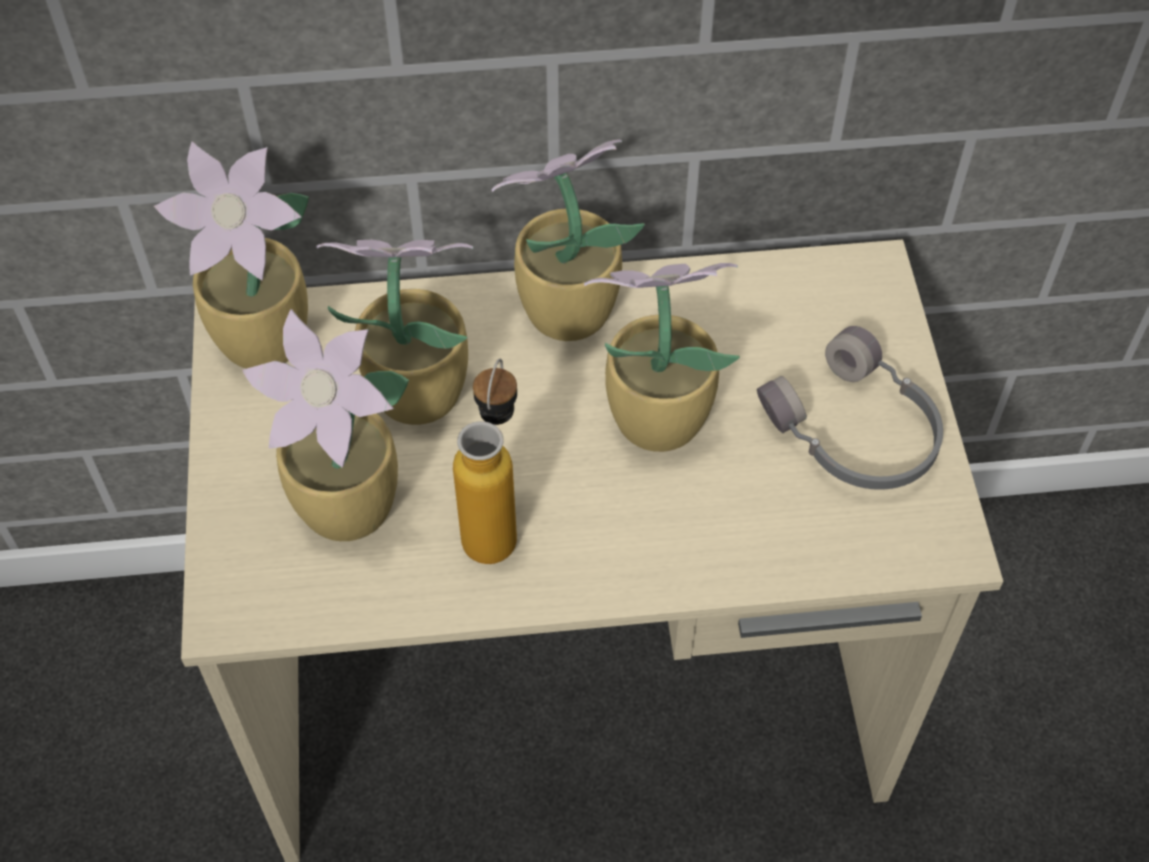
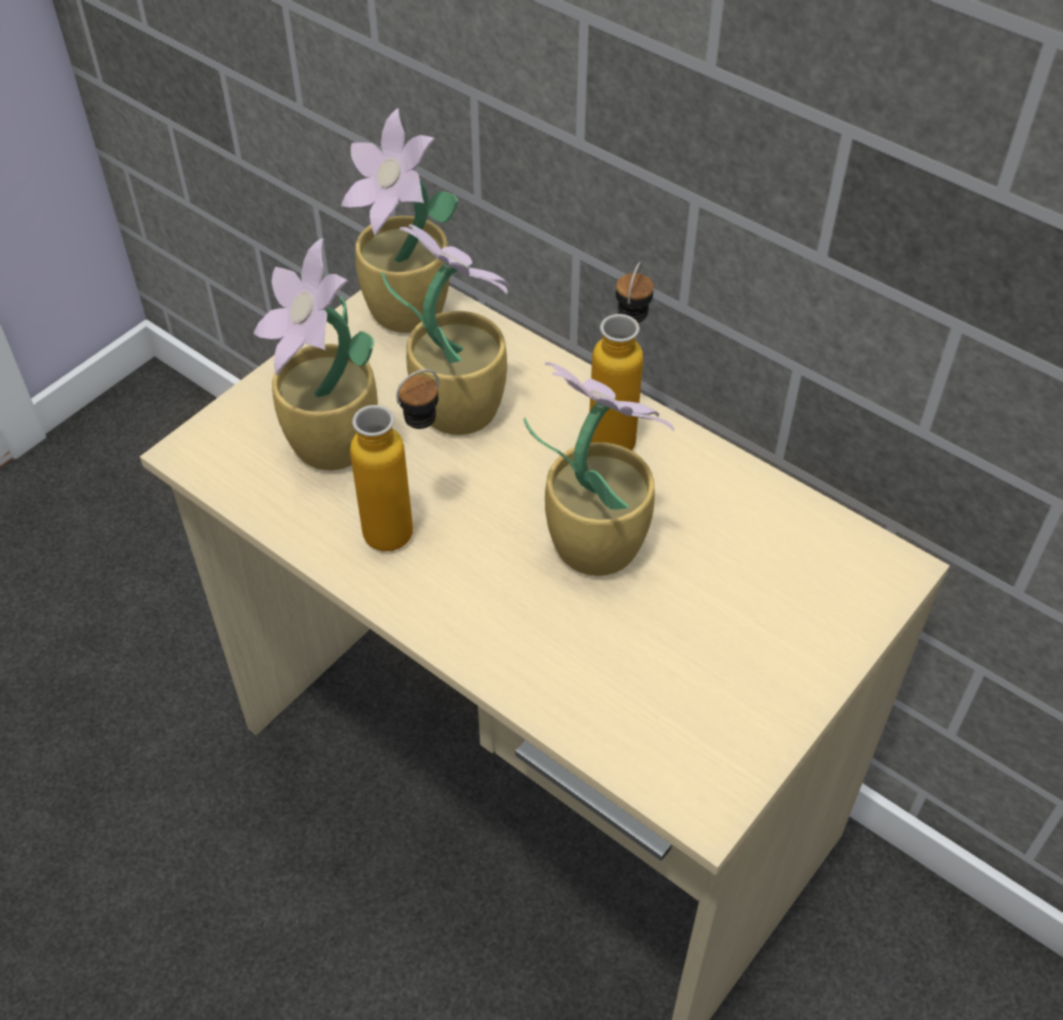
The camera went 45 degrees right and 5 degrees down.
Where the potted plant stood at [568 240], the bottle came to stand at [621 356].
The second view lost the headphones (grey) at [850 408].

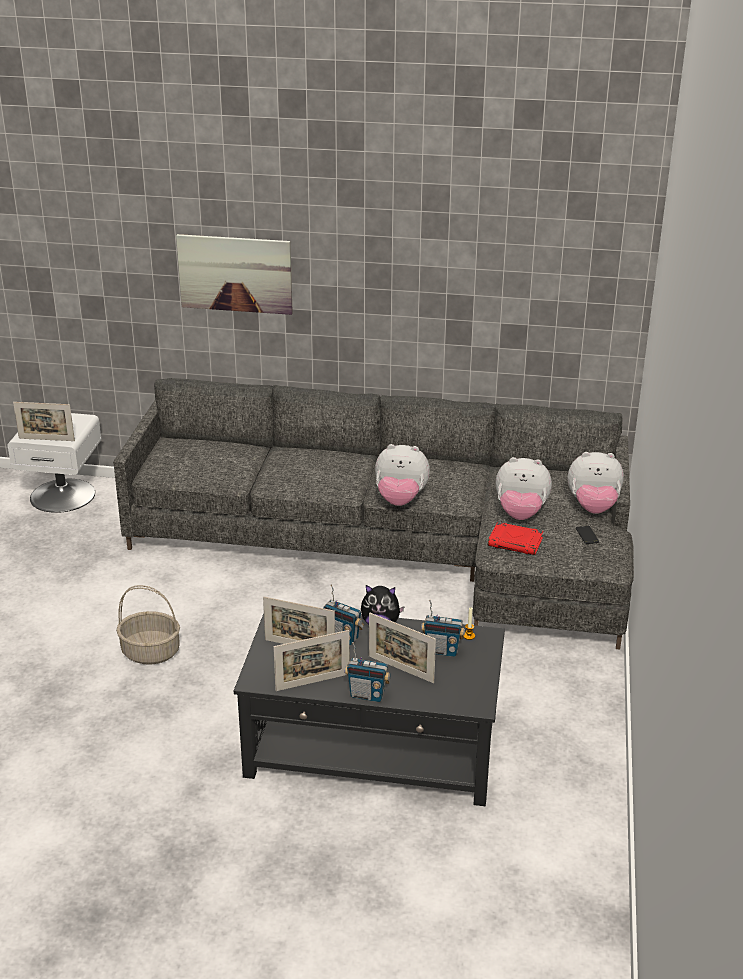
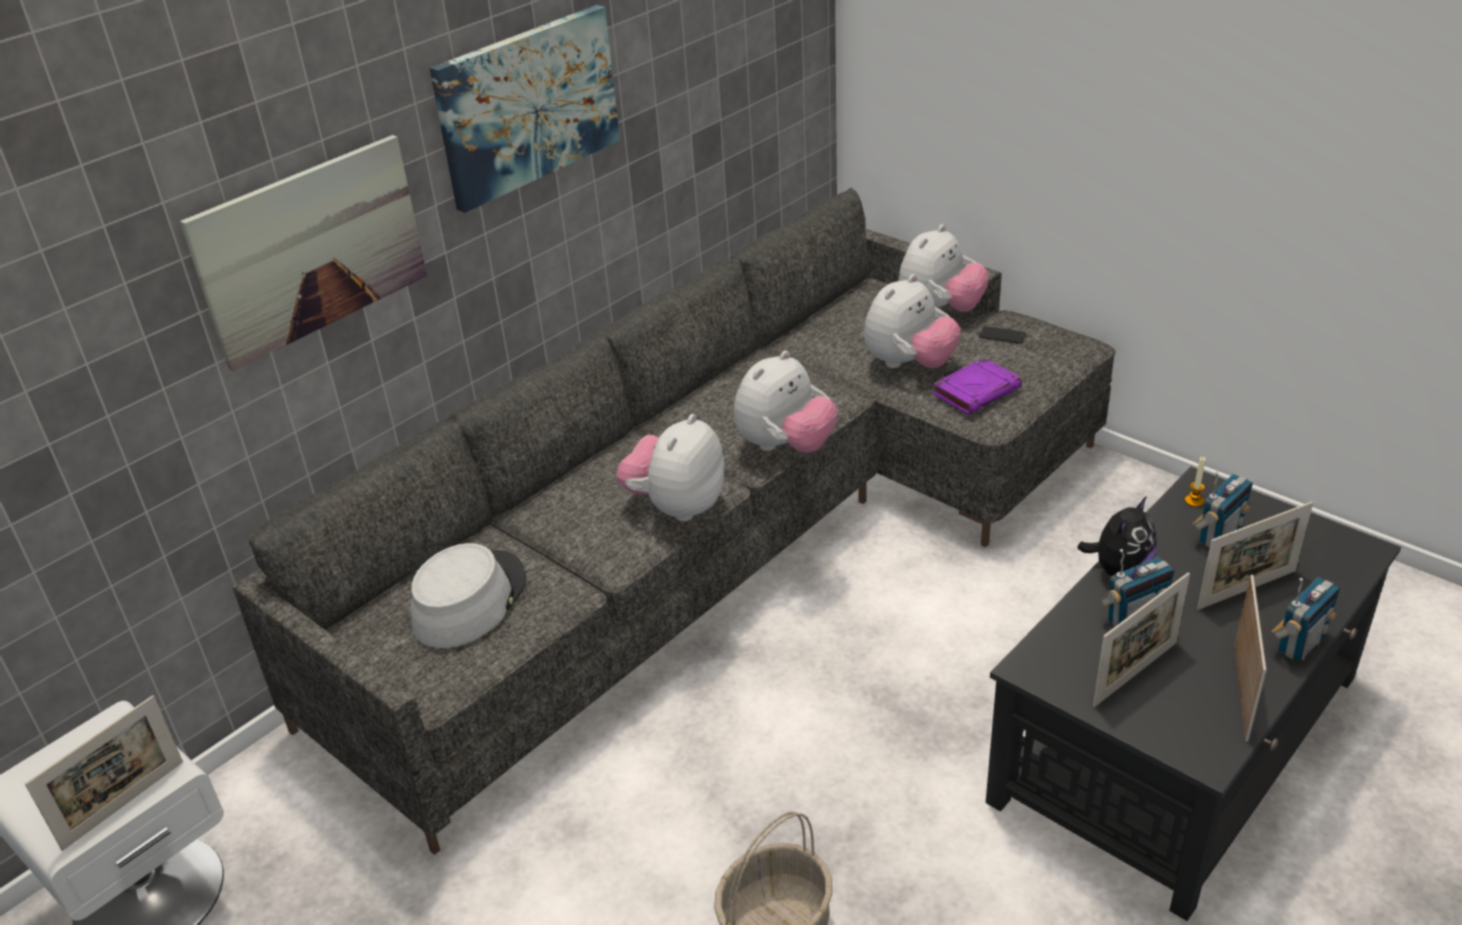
The camera went 55 degrees left and 5 degrees up.
The second view gained the hat (grey) at [468 595].
The second view gained the picture at [525 109].
The second view gained the plush toy at [670 468].
What was the book (red) at [515 538] turned into the book (purple) at [977 386].

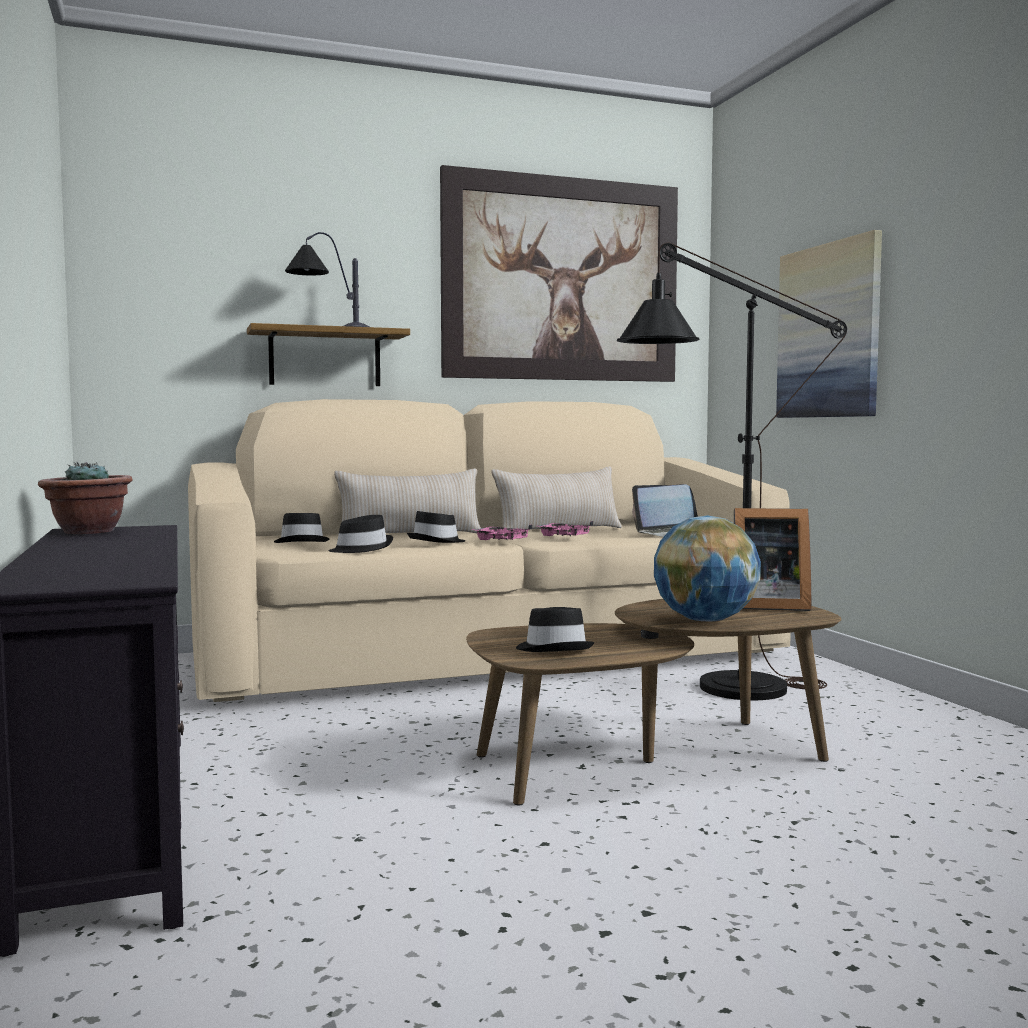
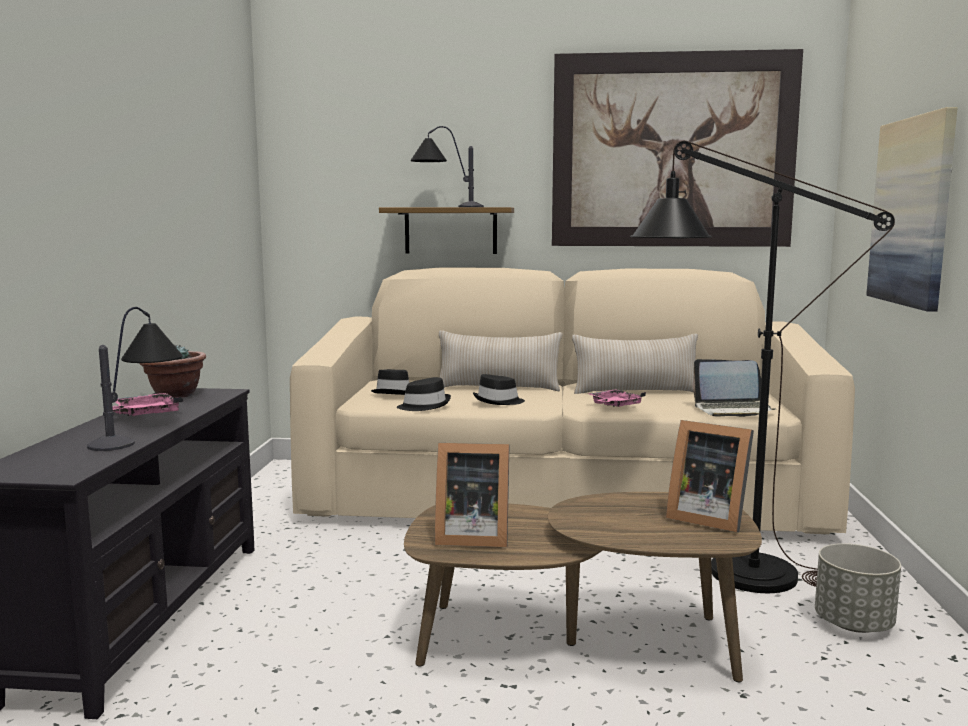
The camera went 25 degrees right and 5 degrees up.
The second view gained the table lamp at [134 379].
The tray (pink) ended up elsewhere, having gone from [502 532] to [147 404].
Where the hat (black) stood at [555 629], the picture frame came to stand at [472 495].
The second view gained the planter (grey) at [858 588].
The second view lost the globe at [707 568].

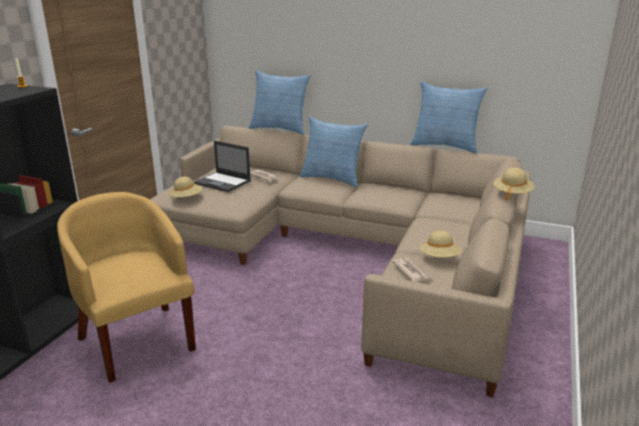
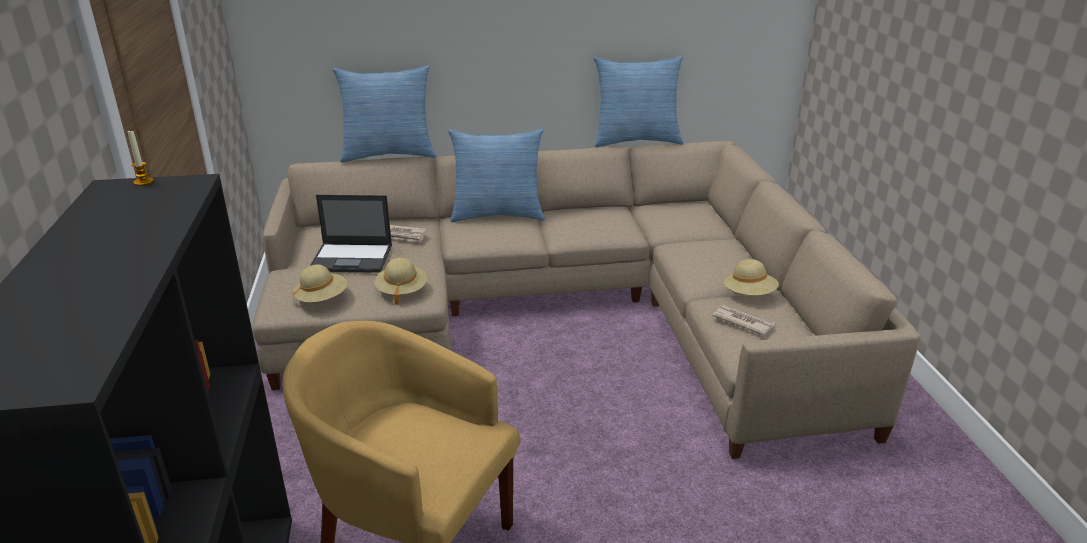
The camera went 30 degrees left and 5 degrees up.
The hat (beige) ended up elsewhere, having gone from [514 184] to [401 281].

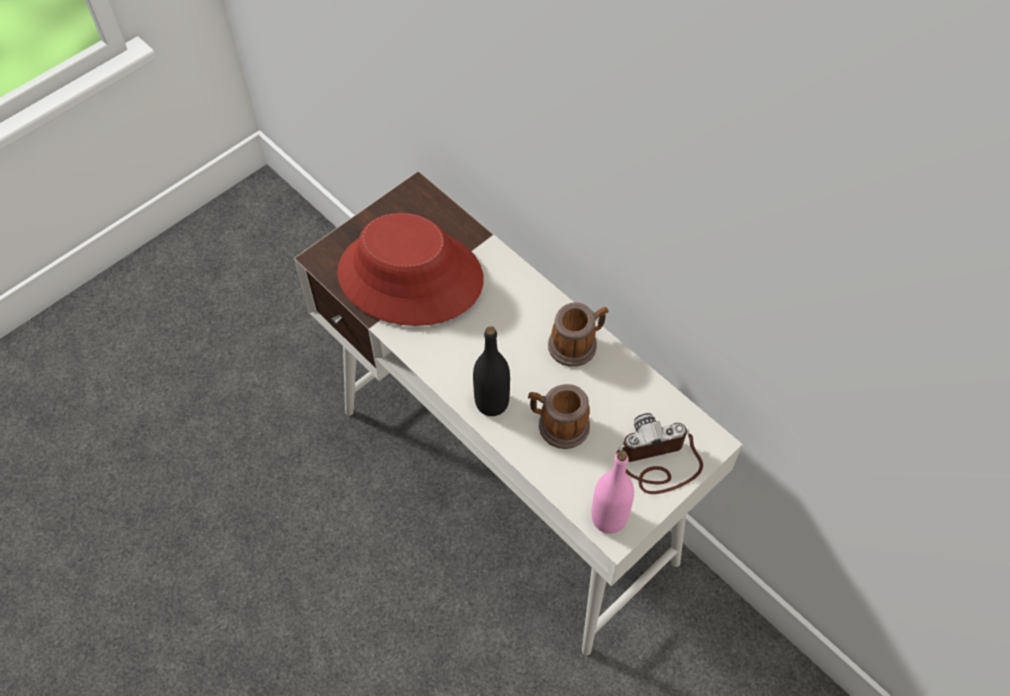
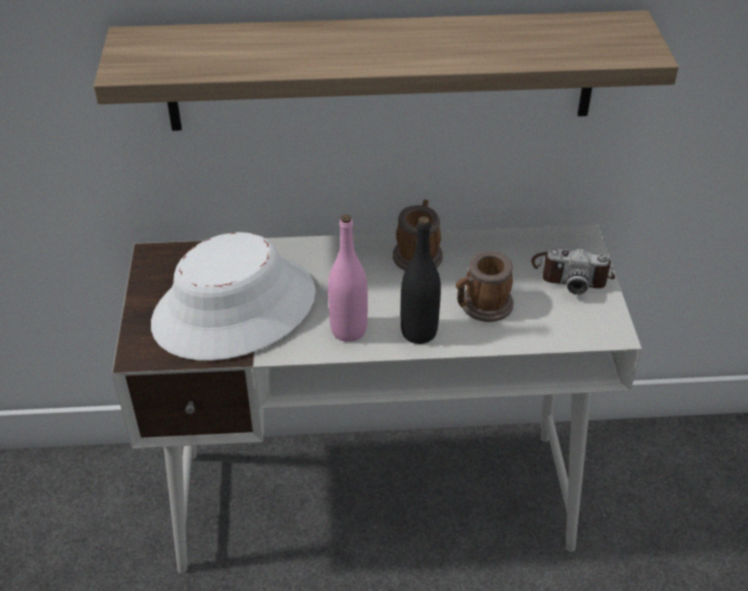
The camera went 50 degrees left and 15 degrees down.
The second view gained the shelf at [386 70].
What was the hat (red) at [410 269] turned into the hat (white) at [233 296].
The bottle (pink) ended up elsewhere, having gone from [612 492] to [348 278].
The photo camera at [659 453] ended up facing another way, 105 degrees counterclockwise from before.

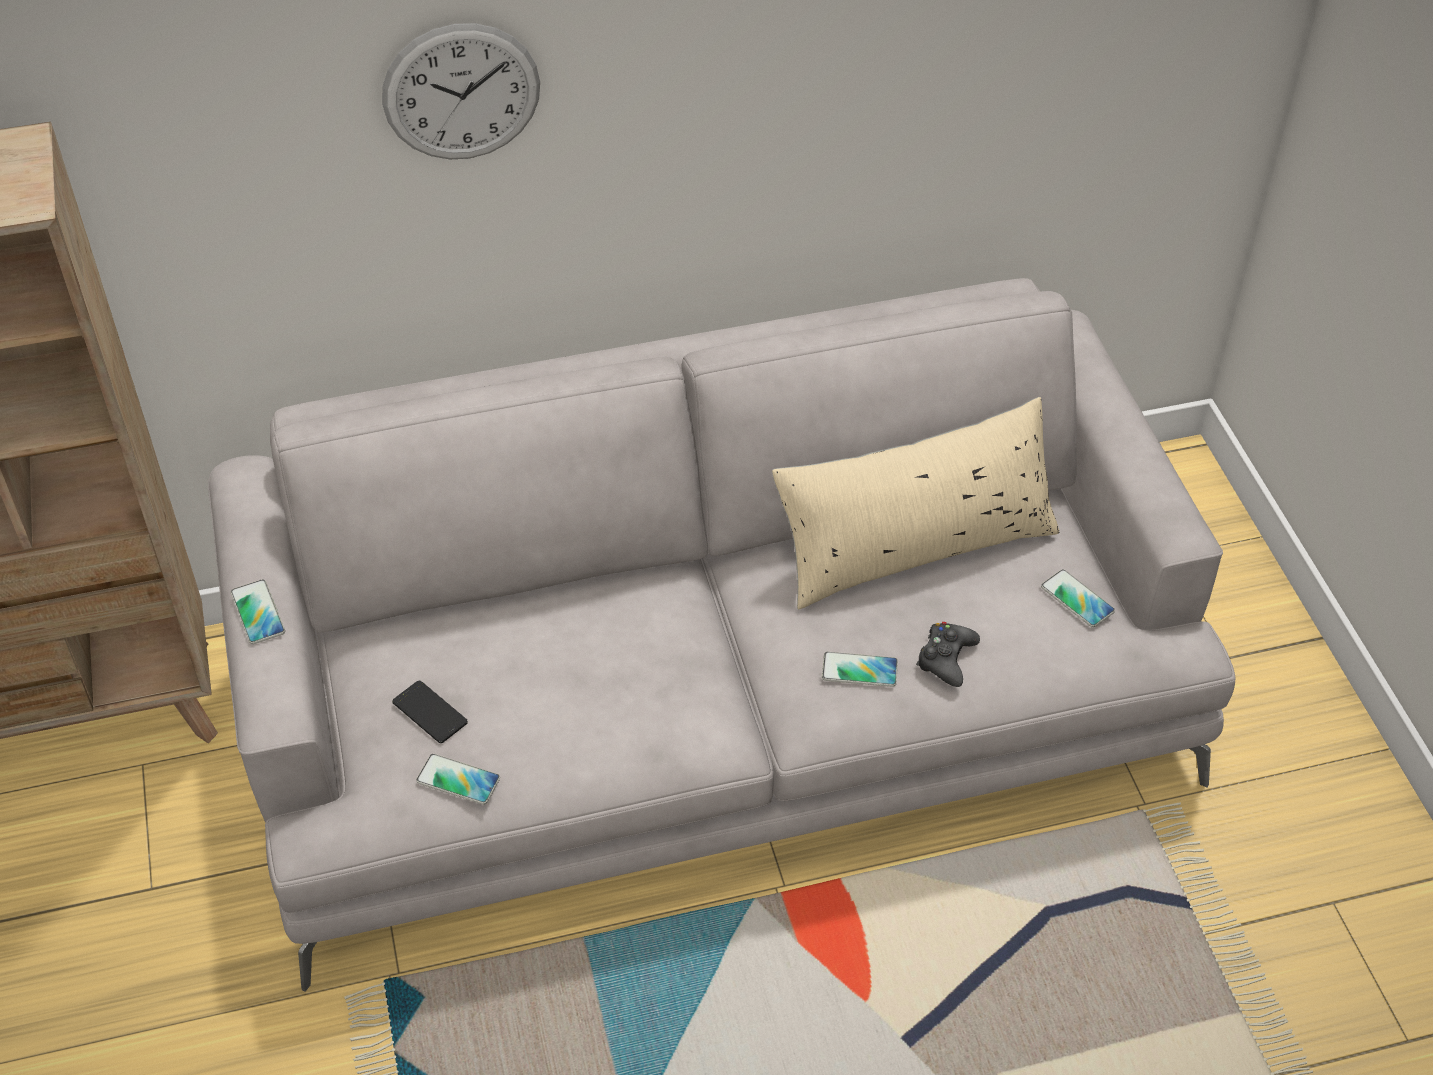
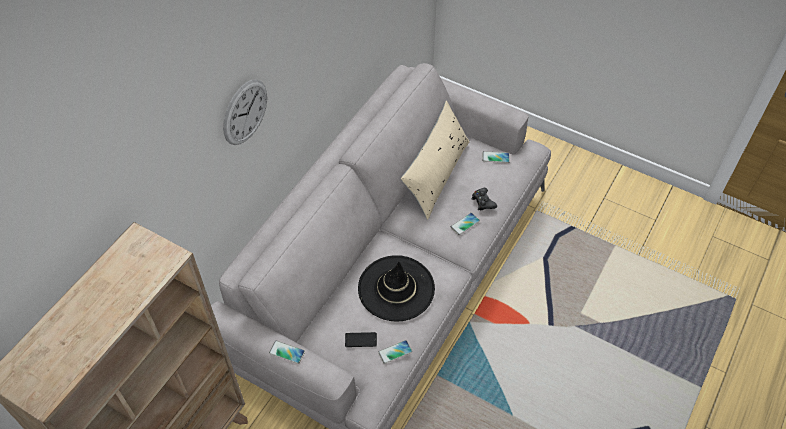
The camera went 45 degrees left and 5 degrees up.
The second view gained the hat (black) at [396 288].

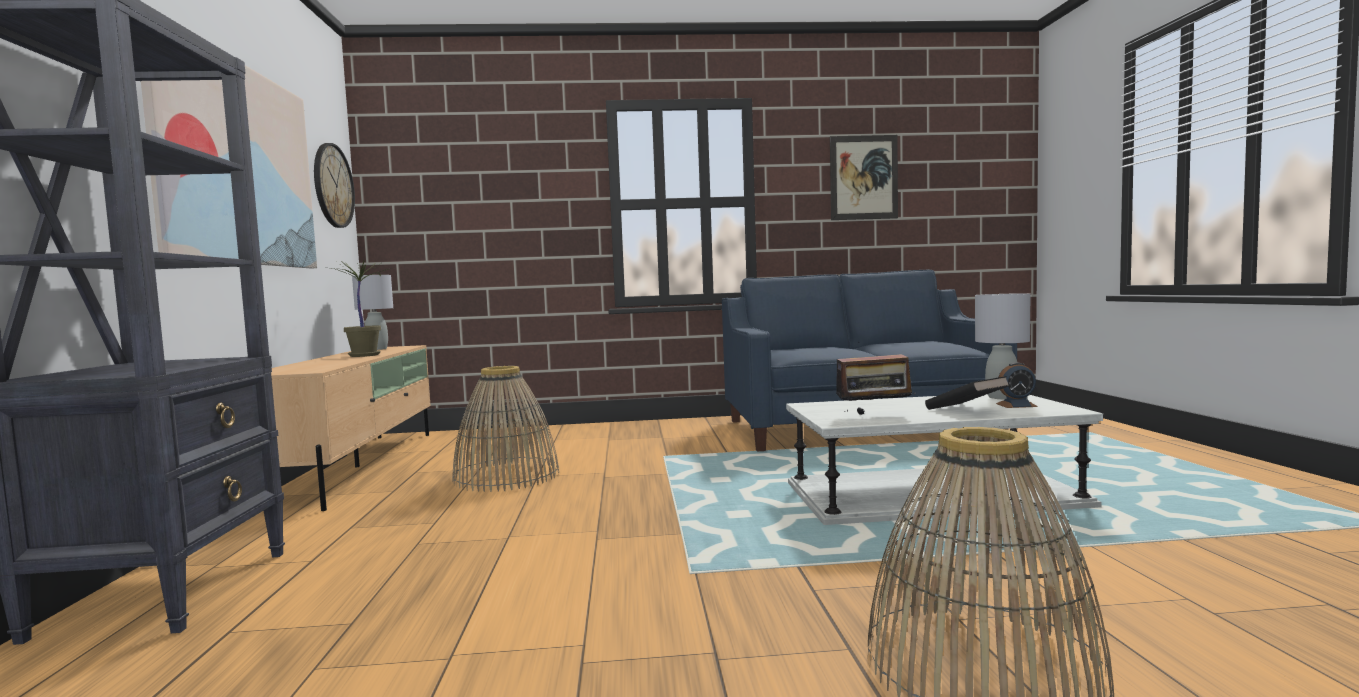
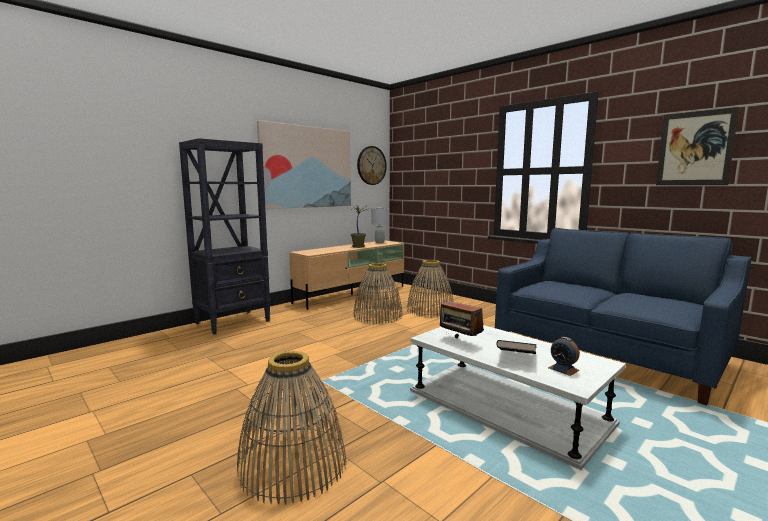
The camera went 50 degrees right and 5 degrees up.
The second view gained the basket at [430 288].
The second view lost the table lamp (grey) at [1002 346].

